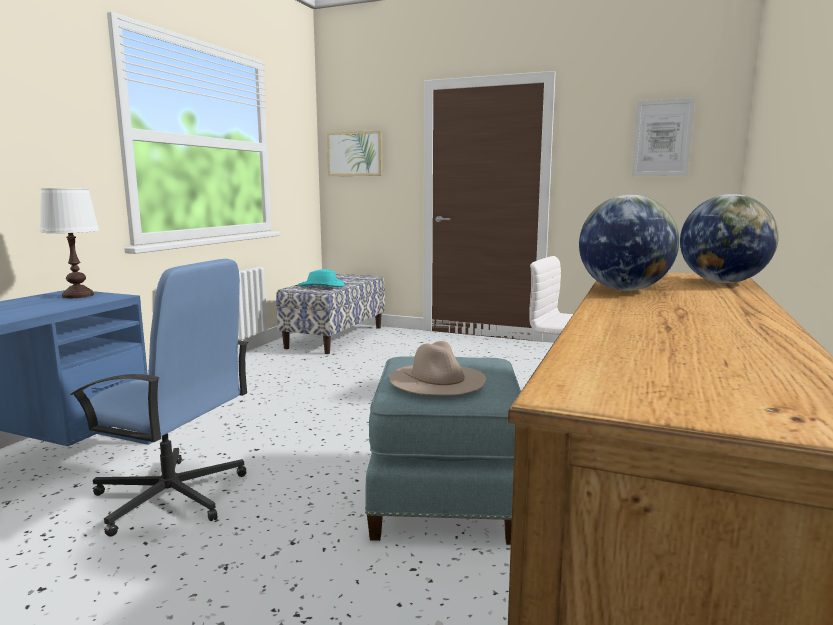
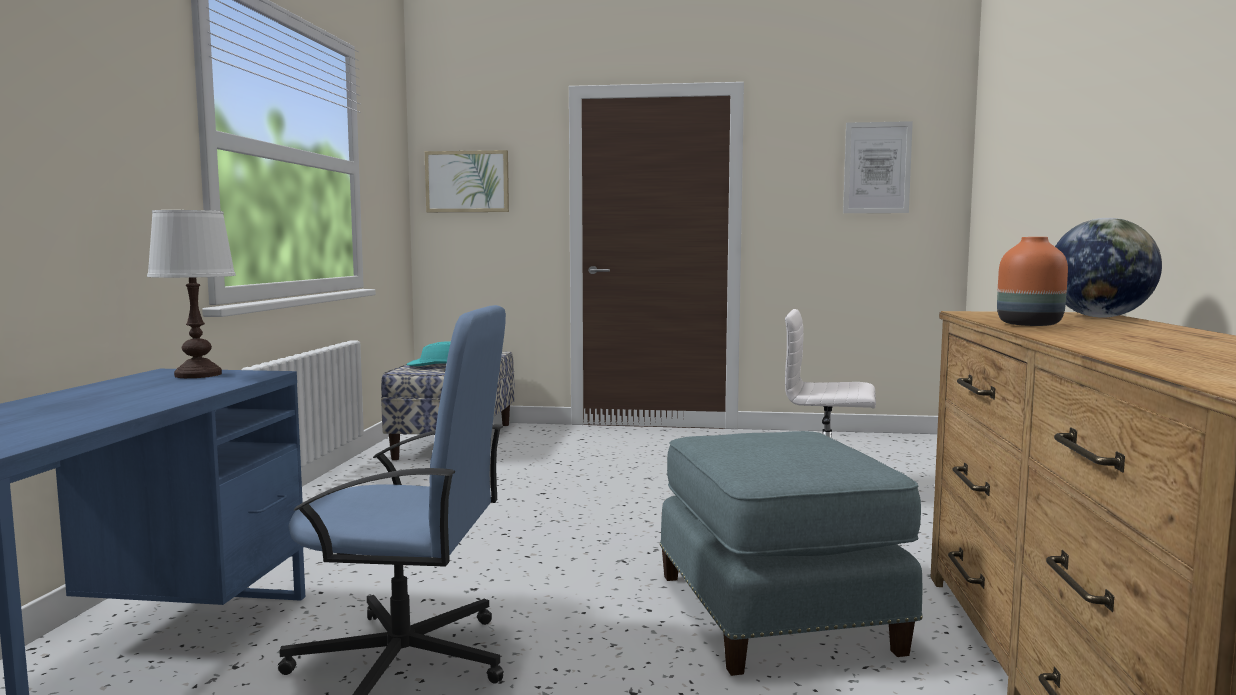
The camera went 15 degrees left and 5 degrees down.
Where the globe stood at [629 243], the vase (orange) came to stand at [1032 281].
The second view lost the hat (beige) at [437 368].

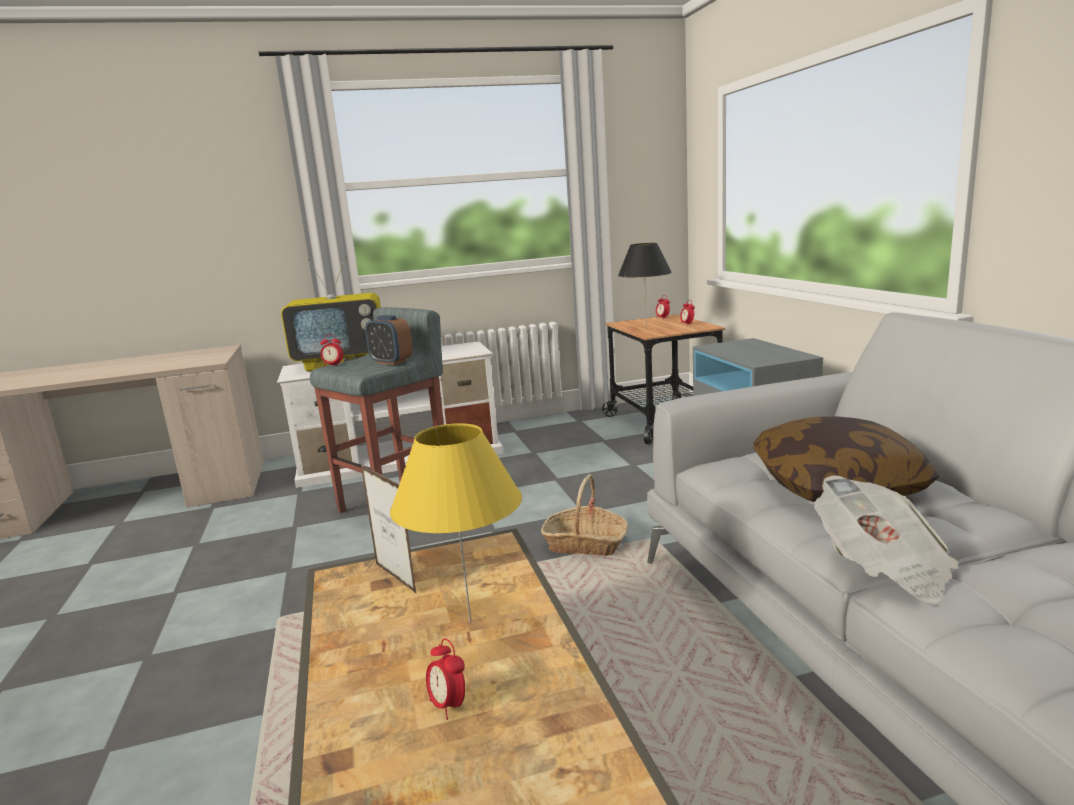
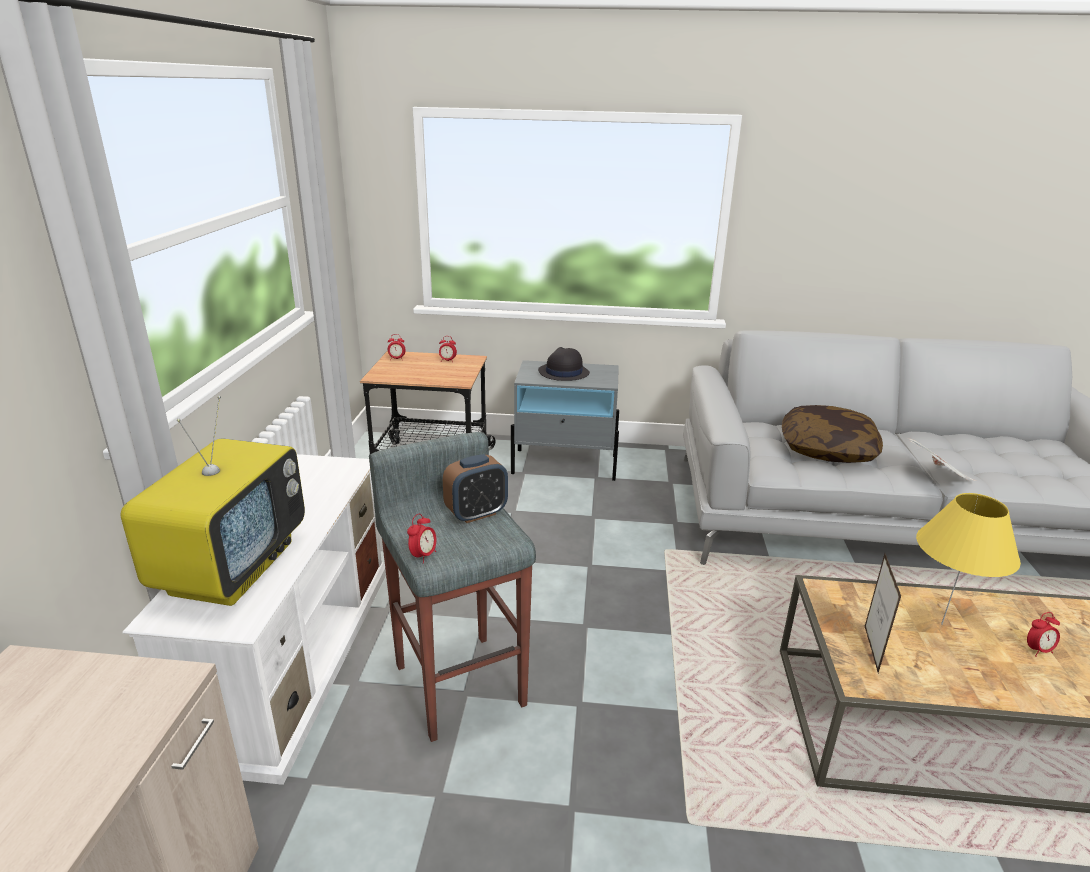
The camera went 70 degrees left and 10 degrees up.
The second view gained the hat (black) at [564 364].
The picture frame at [389 529] ended up facing another way, 60 degrees counterclockwise from before.
The second view lost the basket at [584 515].
The second view lost the table lamp (black) at [645 286].

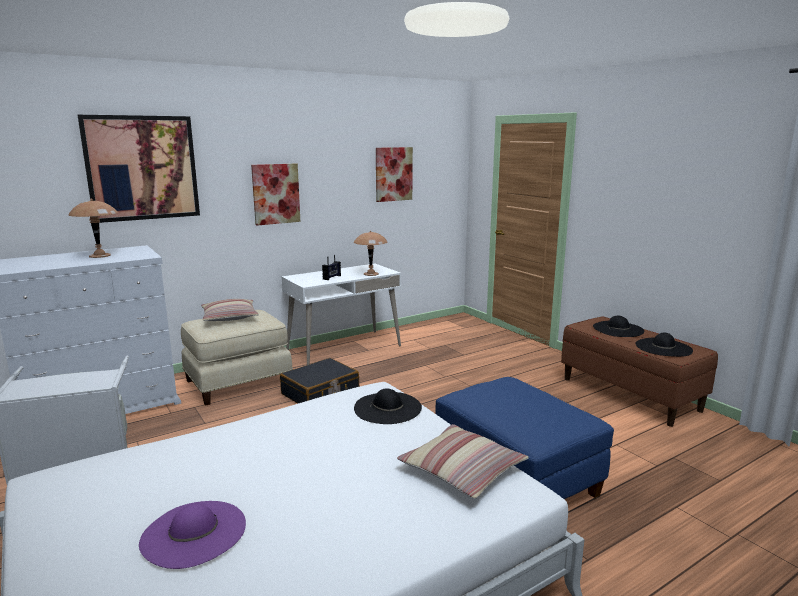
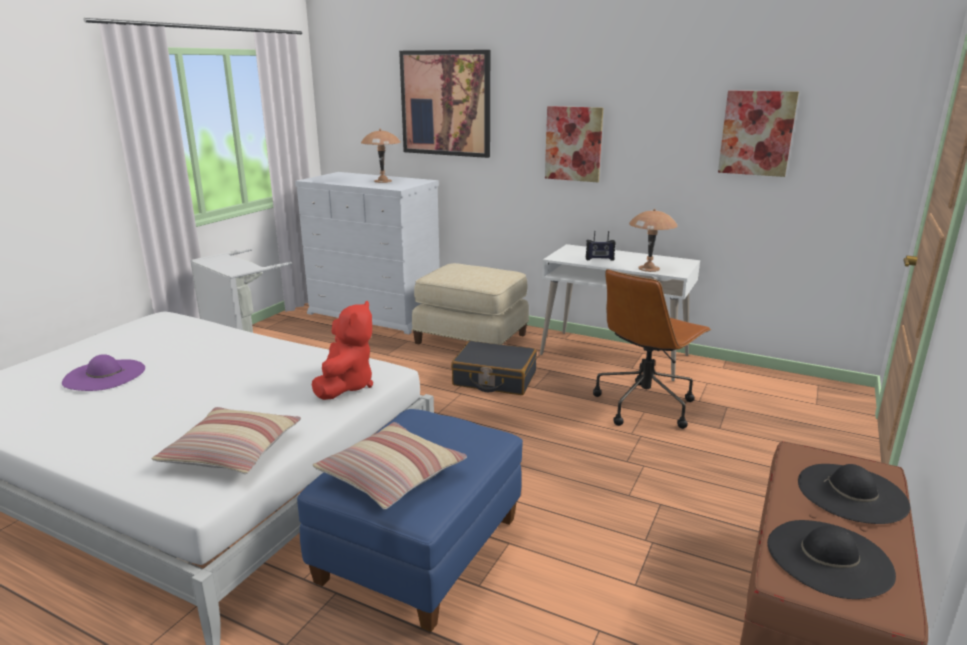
The camera went 60 degrees right and 5 degrees up.
Where the hat (black) stood at [388 406], the plush toy (red) came to stand at [342 350].
The pillow ended up elsewhere, having gone from [230 310] to [390 465].
The second view gained the office chair (brown) at [652 349].

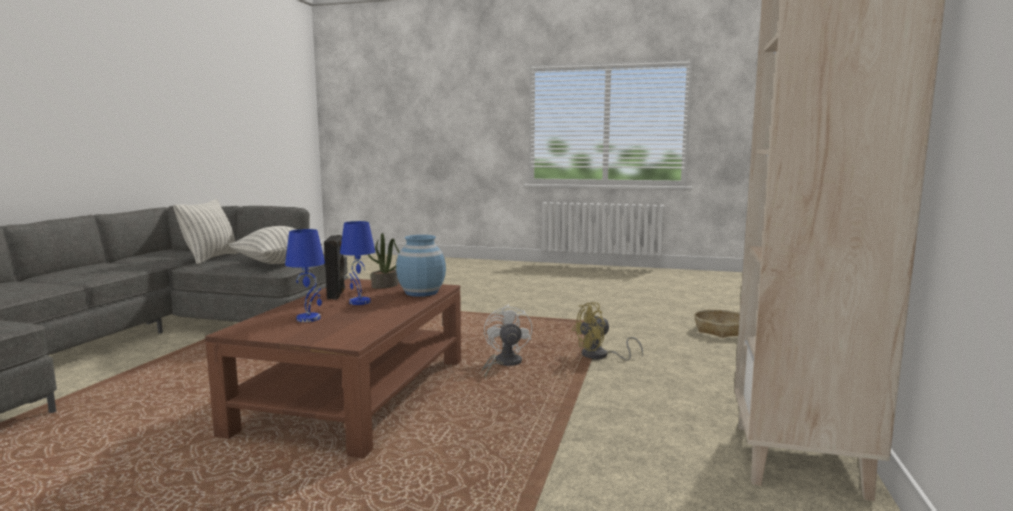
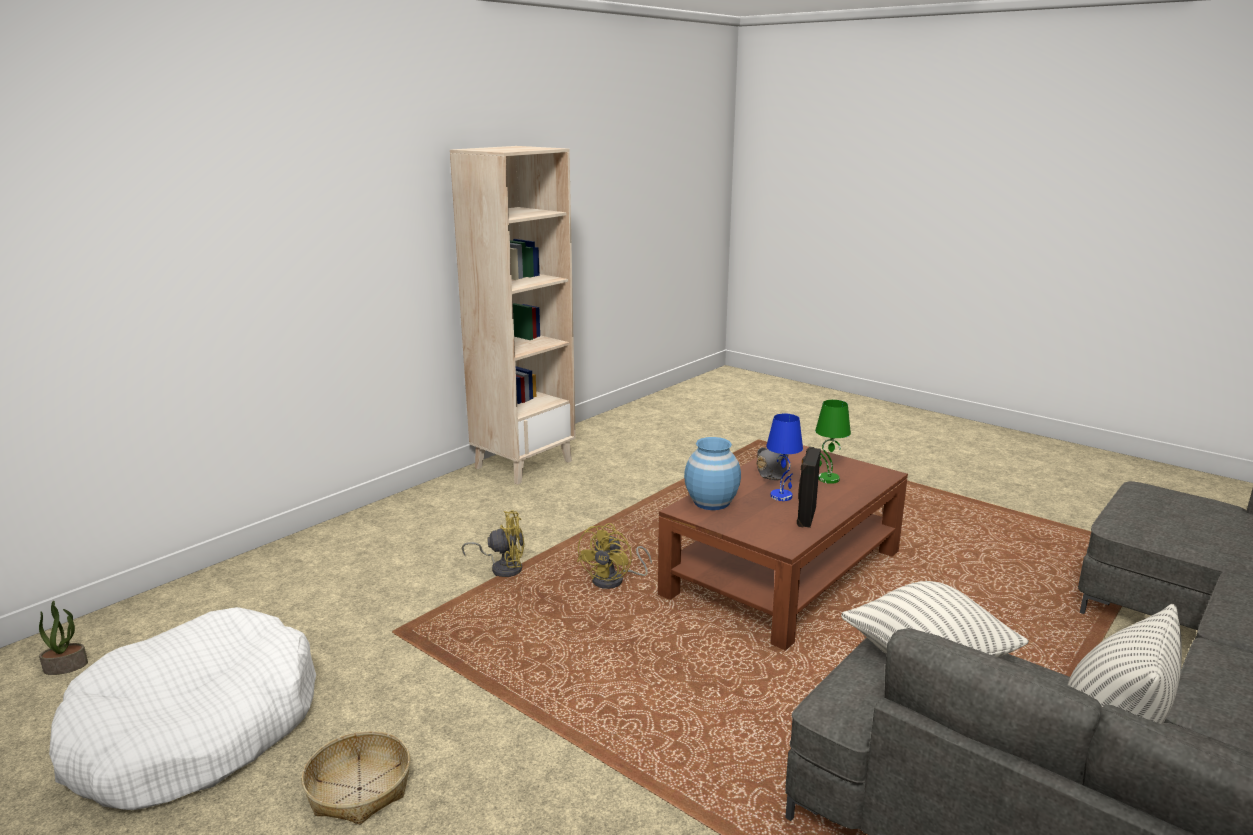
The camera went 155 degrees left and 10 degrees up.
The potted plant ended up elsewhere, having gone from [384 261] to [63 638].
The second view gained the dog bed (white) at [182 708].
The basket ended up elsewhere, having gone from [717 323] to [355 777].
What was the fan (white) at [507 341] turned into the fan (yellow) at [614 556].
The second view gained the hat (grey) at [772 463].
What was the table lamp (blue) at [305 275] turned into the table lamp (green) at [833 442].

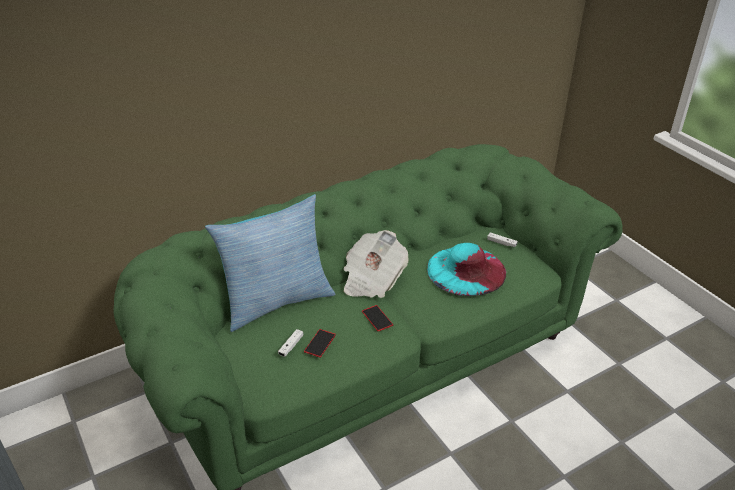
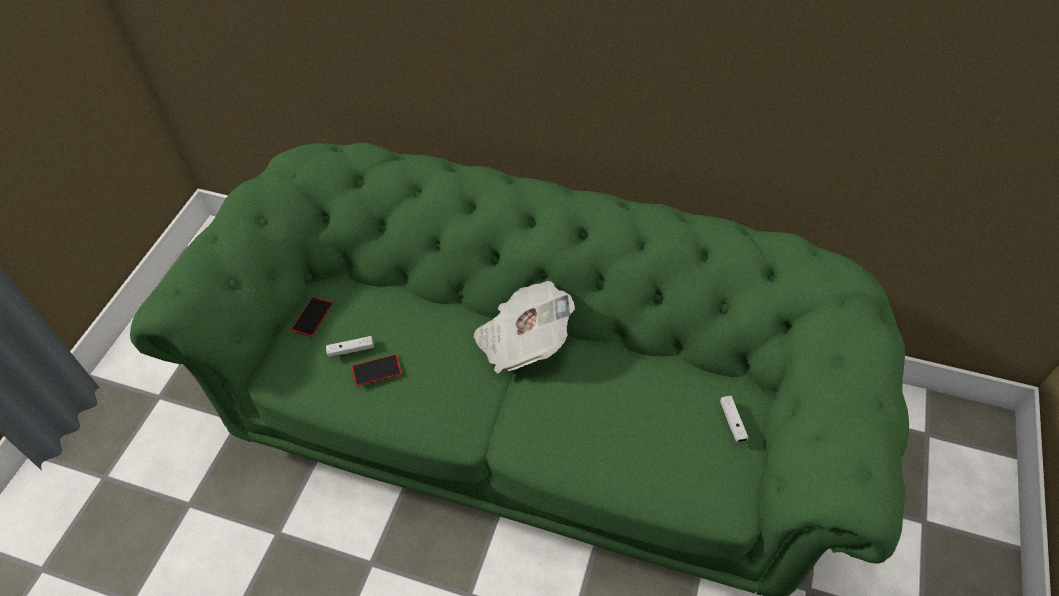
The camera went 50 degrees right and 15 degrees up.
The phone ended up elsewhere, having gone from [377 318] to [312 317].
The second view lost the pillow at [270 263].
The second view lost the hat (turquoise) at [466 269].

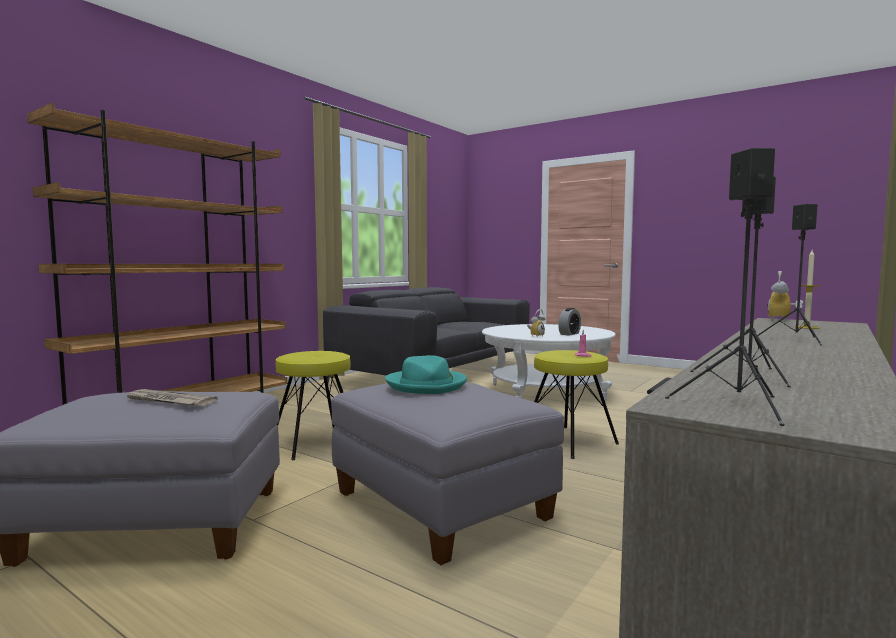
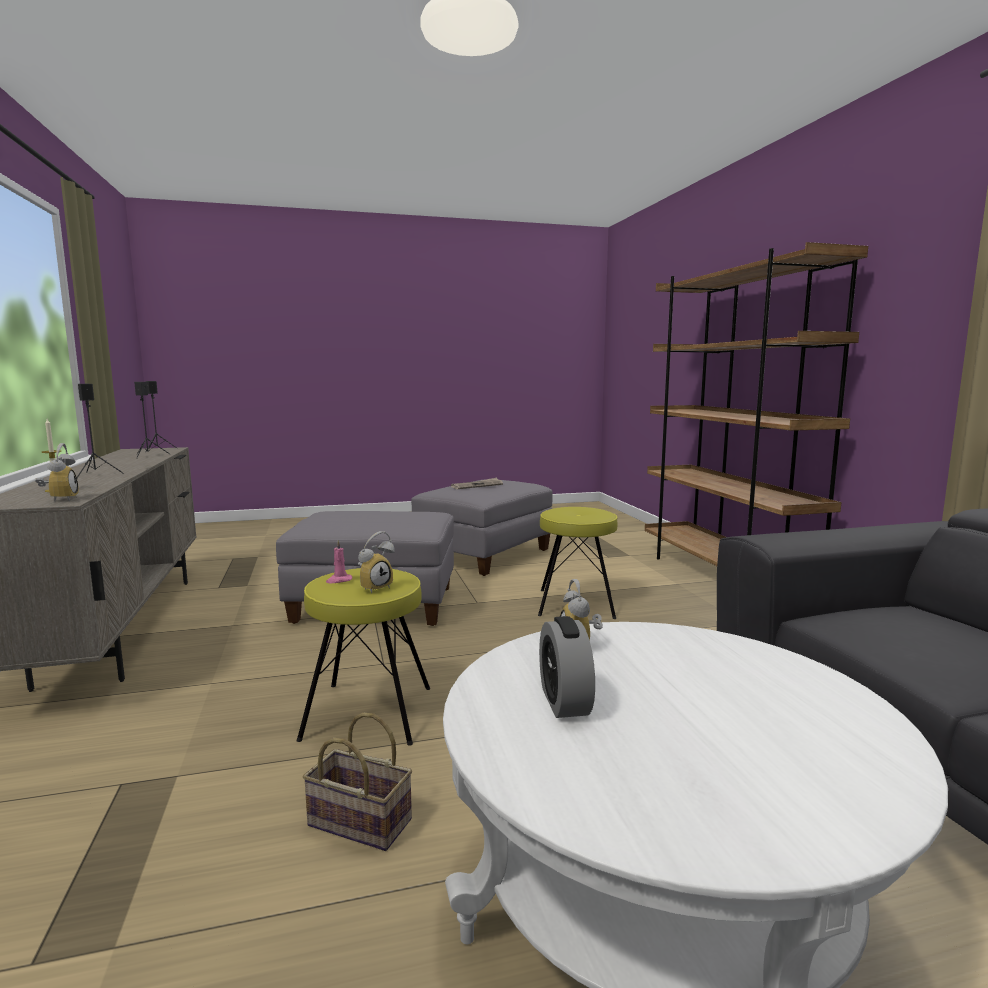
The camera went 130 degrees right and 5 degrees up.
The second view gained the basket at [357 782].
The second view gained the alarm clock at [376 562].
The second view lost the hat (turquoise) at [426 374].

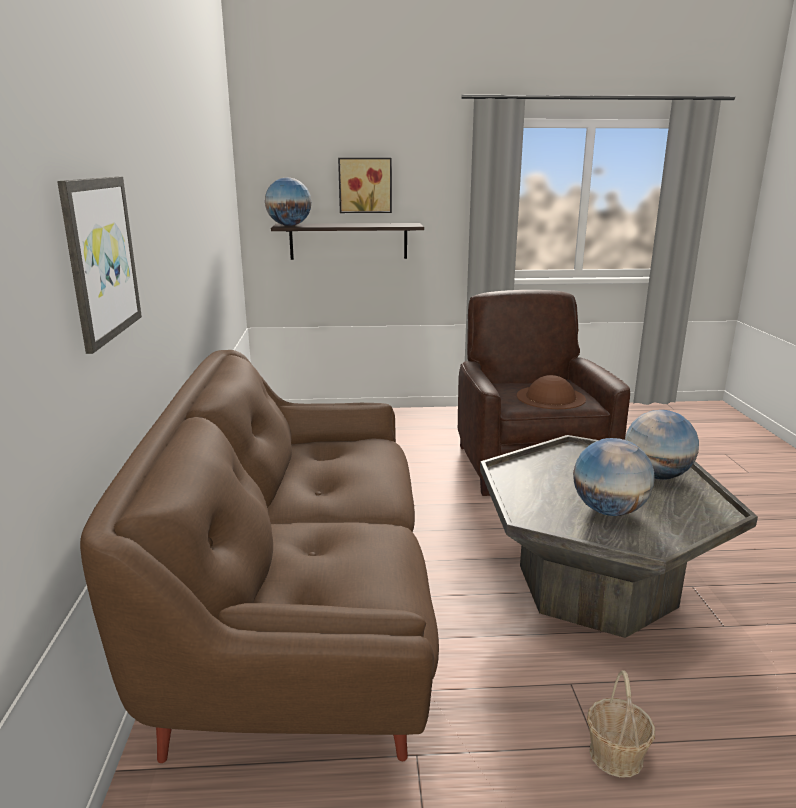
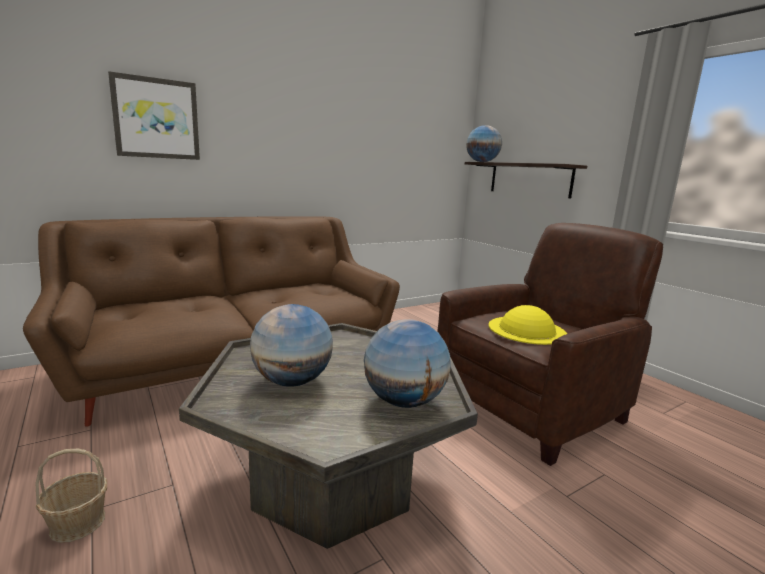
The camera went 60 degrees right and 5 degrees down.
What was the hat (brown) at [551 392] turned into the hat (yellow) at [528 325].
The second view lost the picture at [365 185].

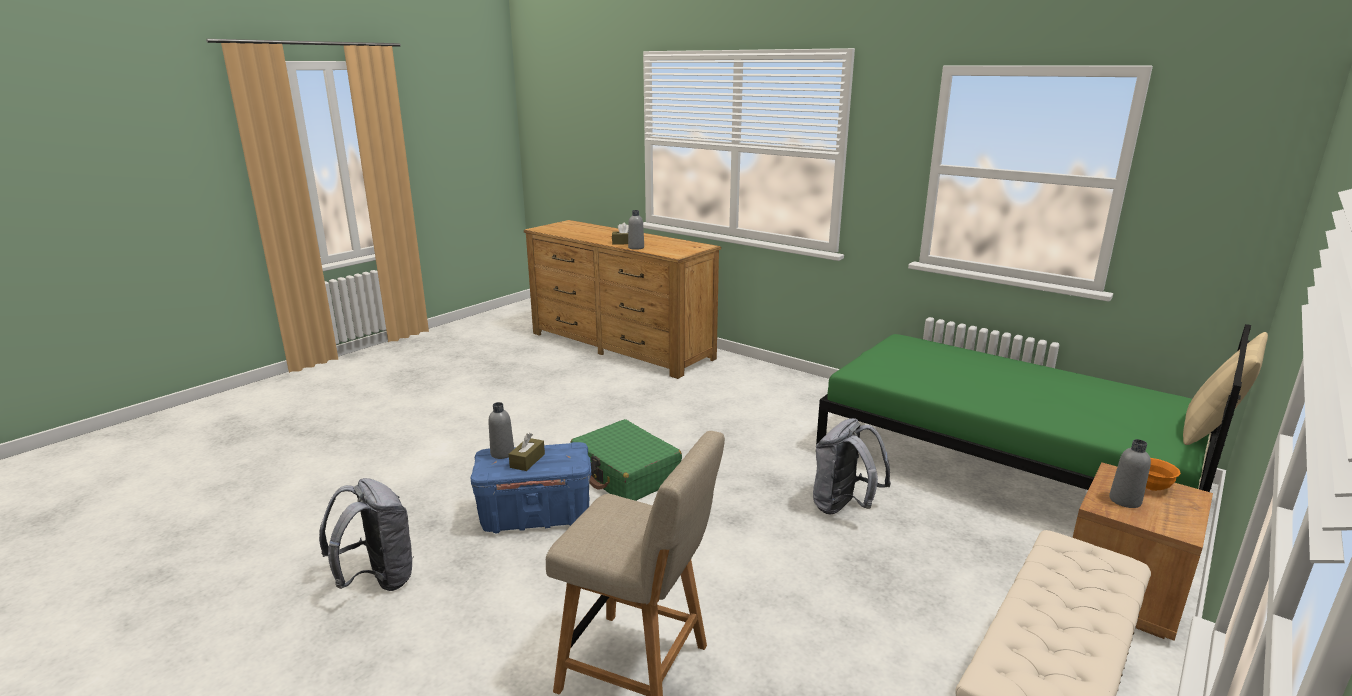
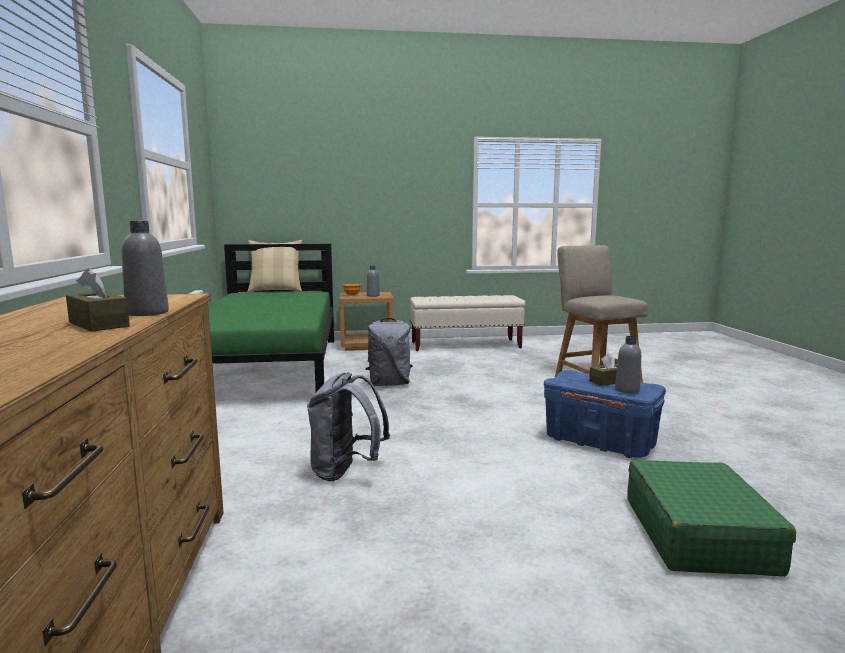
The camera went 135 degrees left and 10 degrees down.
The backpack (grey) ended up elsewhere, having gone from [366 534] to [348 426].
The suitcase (green) ended up elsewhere, having gone from [626 460] to [712 518].

